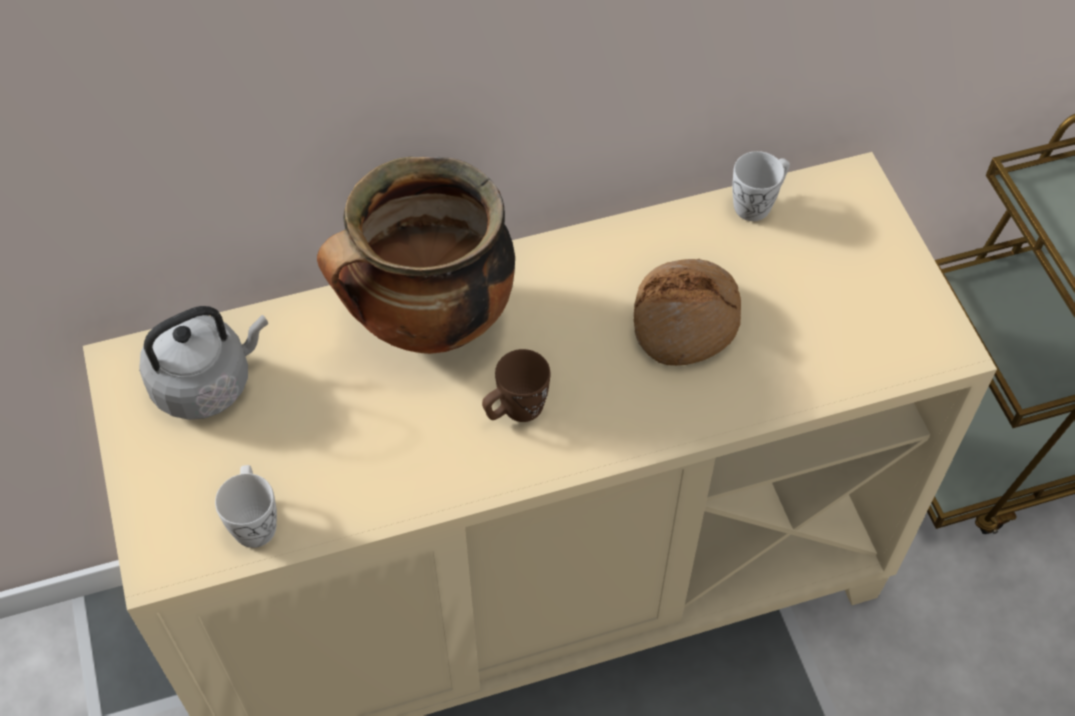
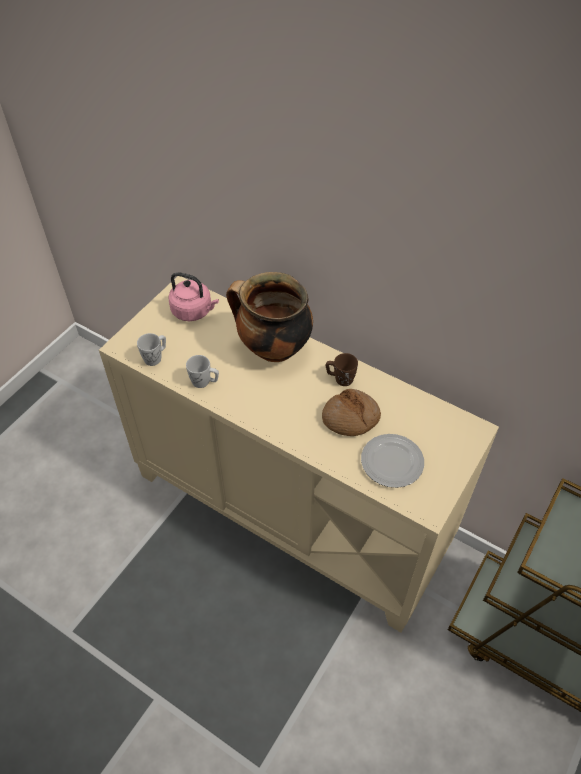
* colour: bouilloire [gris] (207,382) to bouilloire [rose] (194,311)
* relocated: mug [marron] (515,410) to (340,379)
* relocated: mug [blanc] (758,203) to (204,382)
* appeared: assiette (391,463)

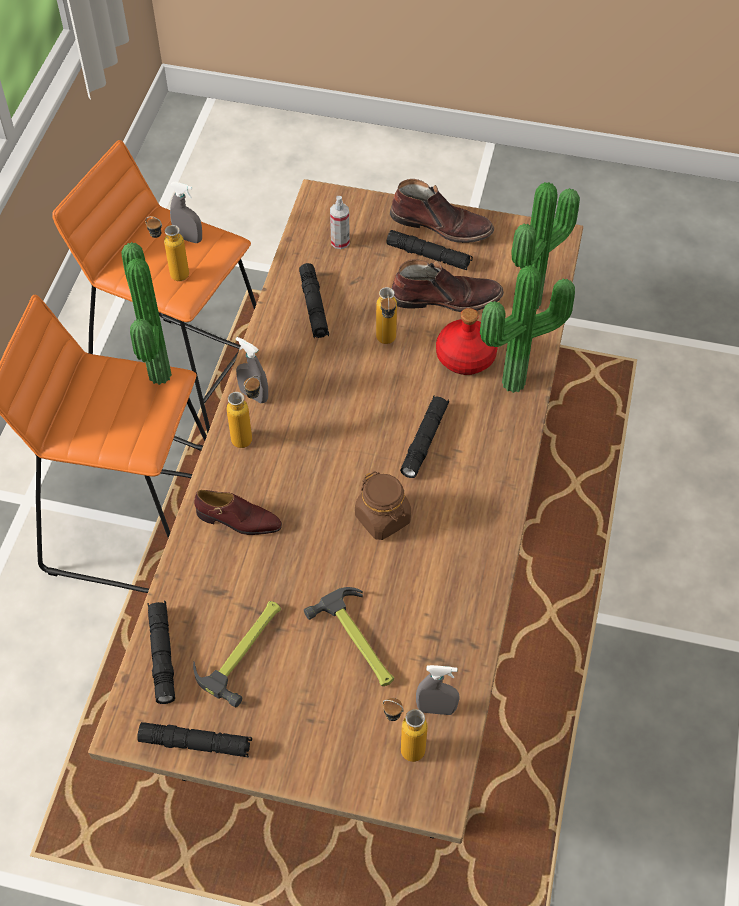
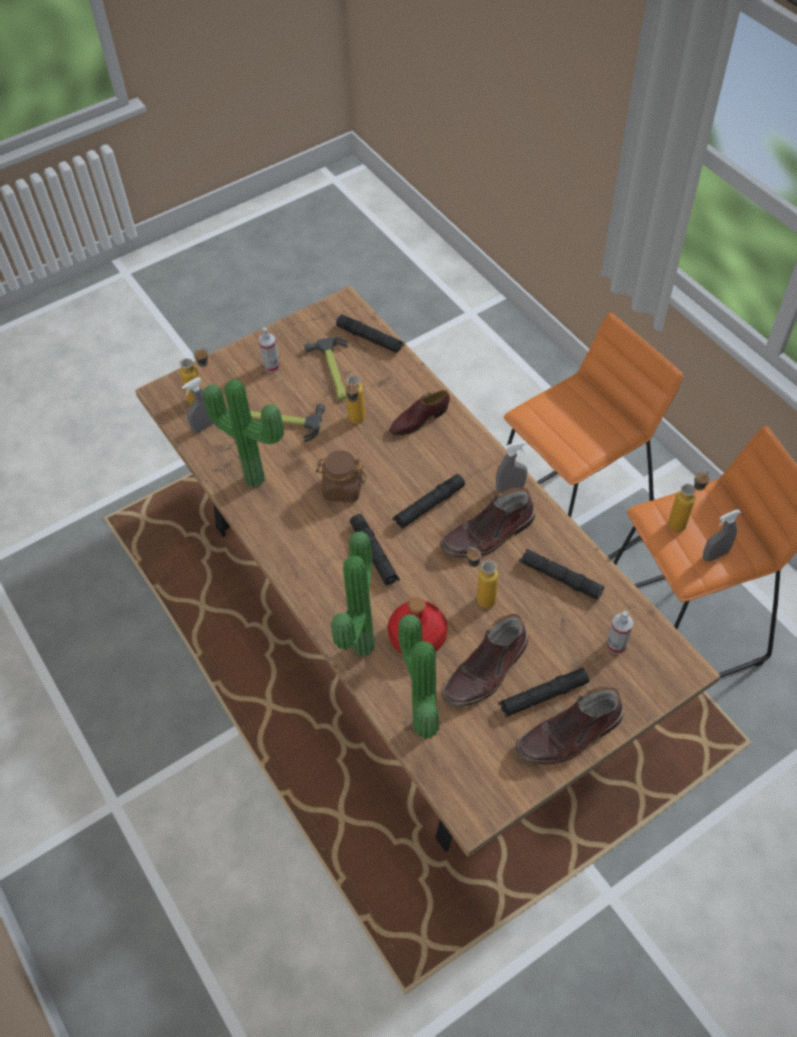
* relocated: plante en pot (155,376) to (257,476)
* relocated: lampe de poche [noir] (196,743) to (429,505)
* relocated: bouteille (249,435) to (356,423)
* appeared: vaporisateur (271,366)
* appeared: botte [marron] (488,534)

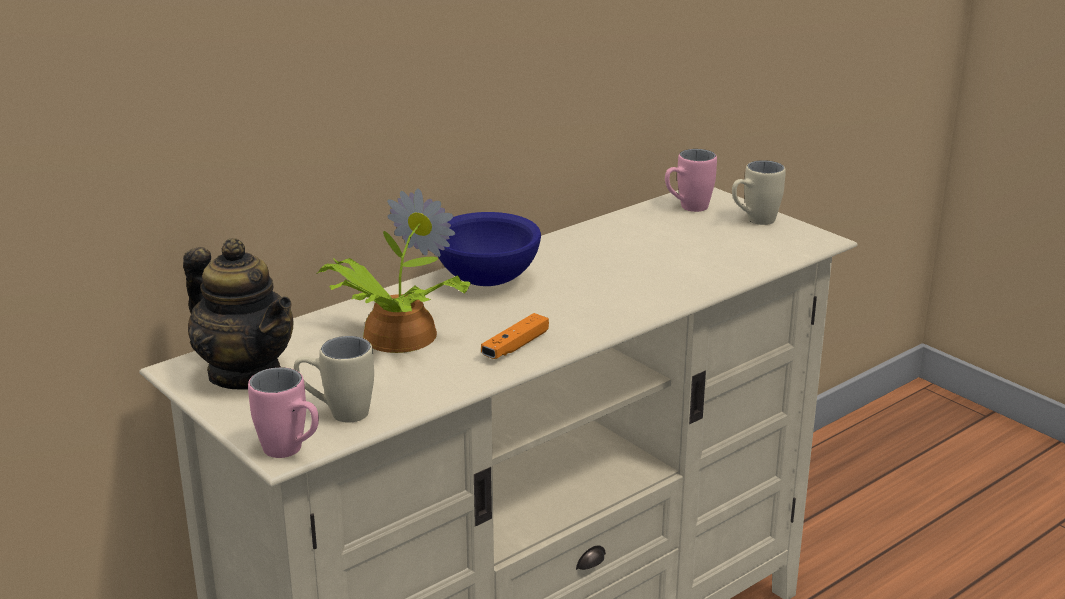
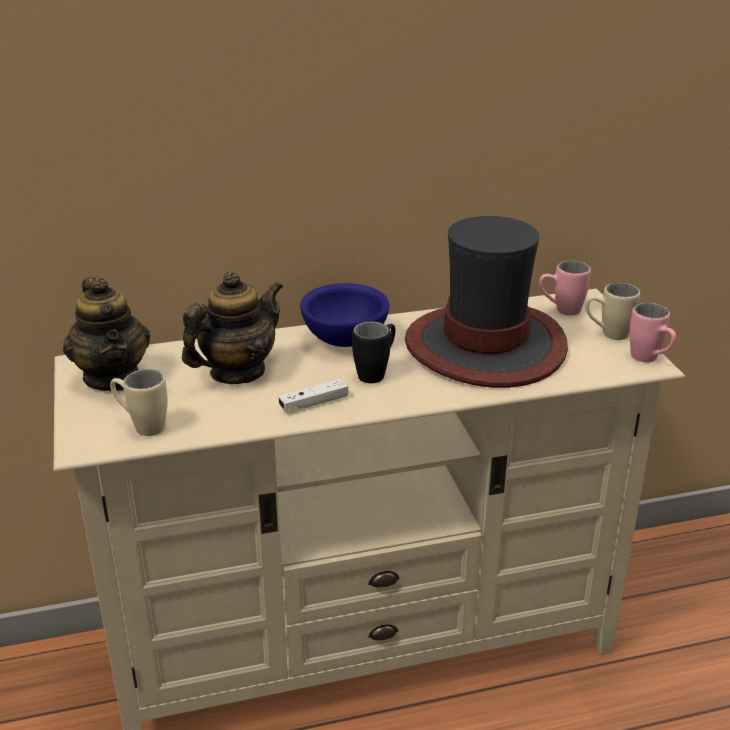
* relocated: mug [rose] (291,452) to (649,360)
* exchanged: plante en pot (395,336) to théière (237,372)
* colour: manette [orange] (515,346) to manette [blanc] (314,403)
* appeared: mug [noir] (376,372)
* appeared: chapeau (486,346)

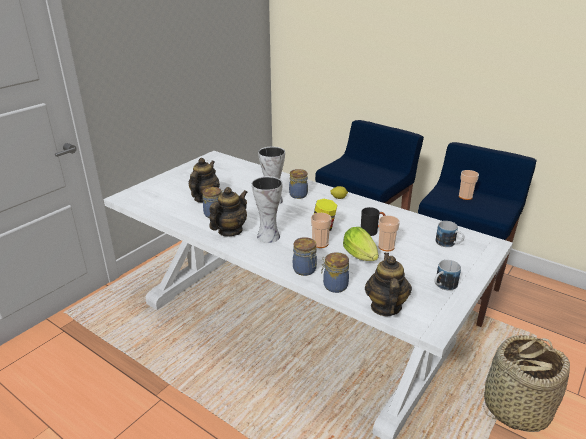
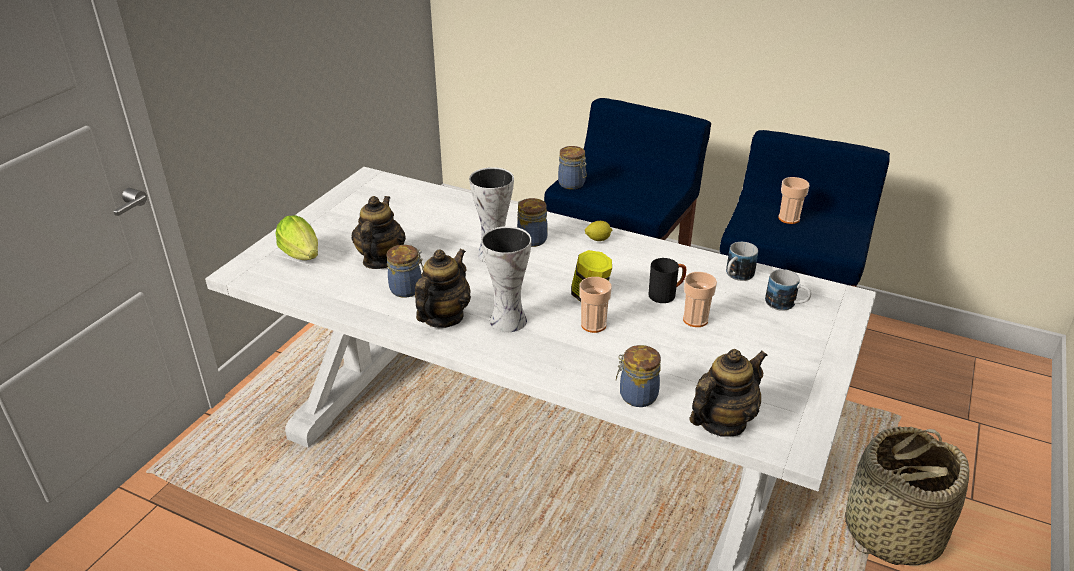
* relocated: bocal (305,270) to (572,184)
* relocated: laitue (361,257) to (303,257)
* spun: théière (385,307) = (722,422) 60 degrees clockwise
* relocated: mug (443,286) to (736,276)

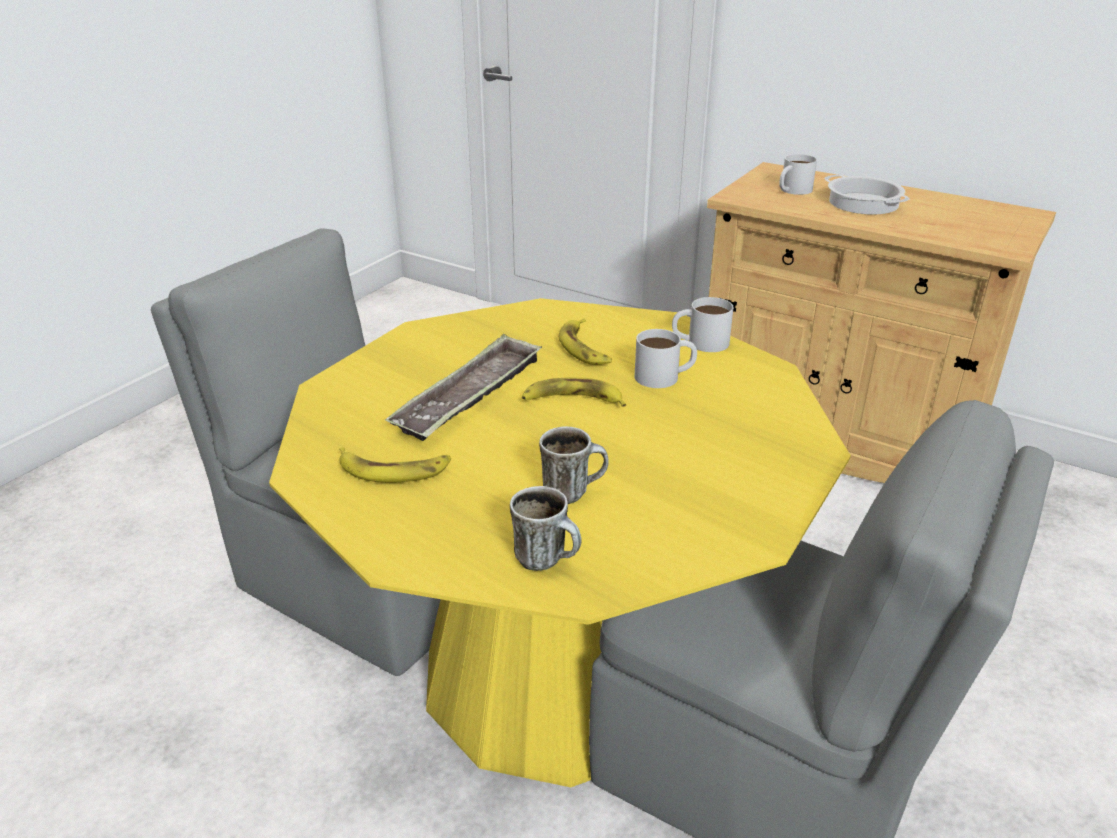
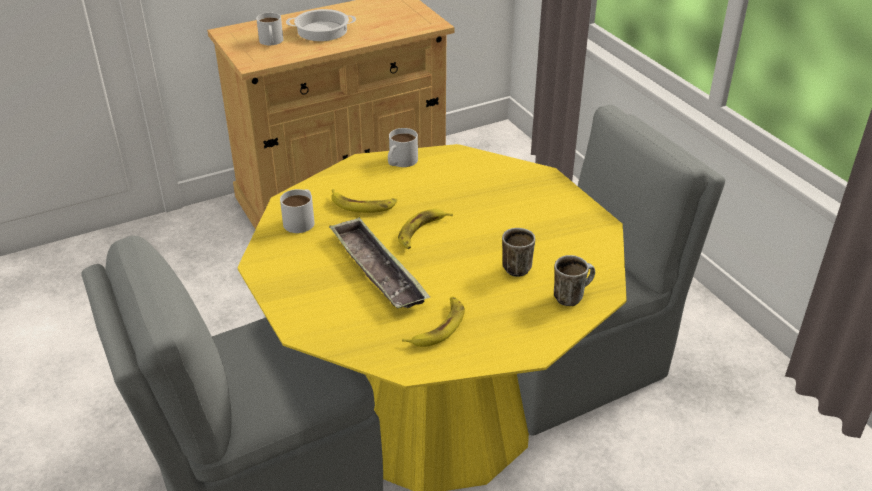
* relocated: mug [blanc] (665,376) to (301,220)

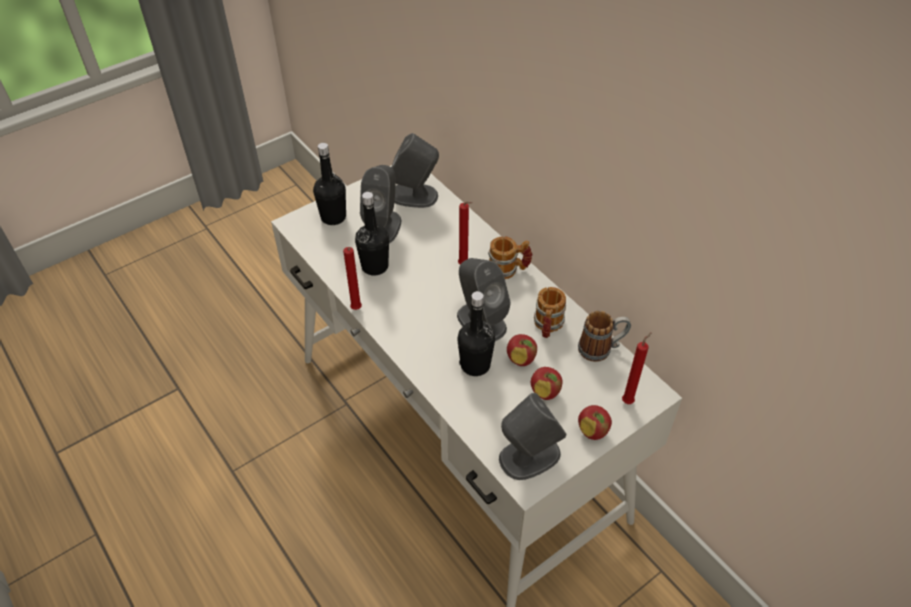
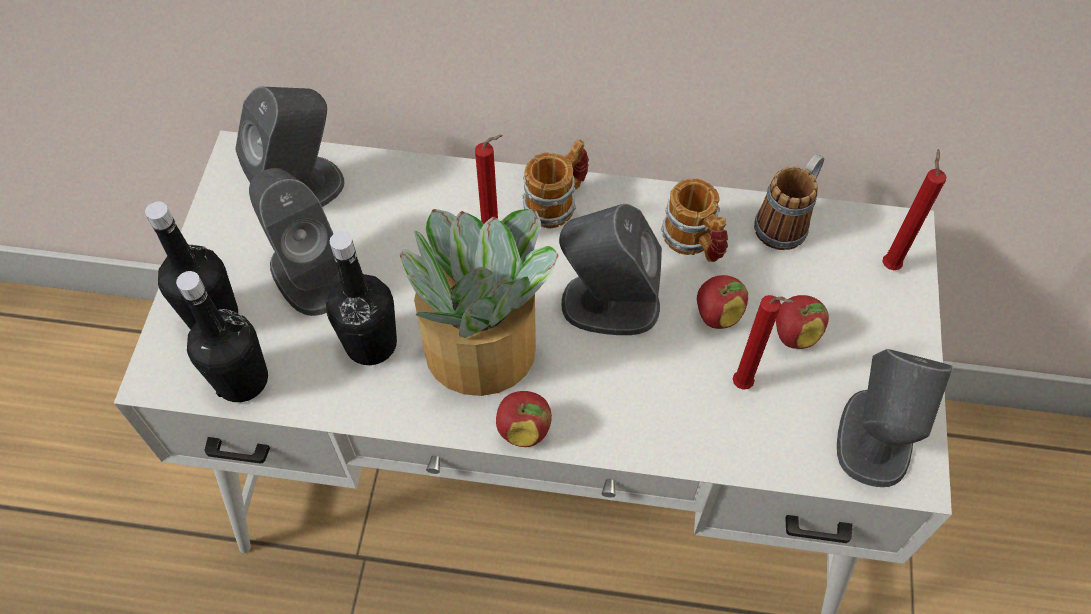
* relocated: bougie [rouge] (356,310) to (745,386)
* relocated: bouteille [noir] (475,365) to (242,380)
* relocated: pomme (593,431) to (524,430)
* appeared: plante en pot (483,351)

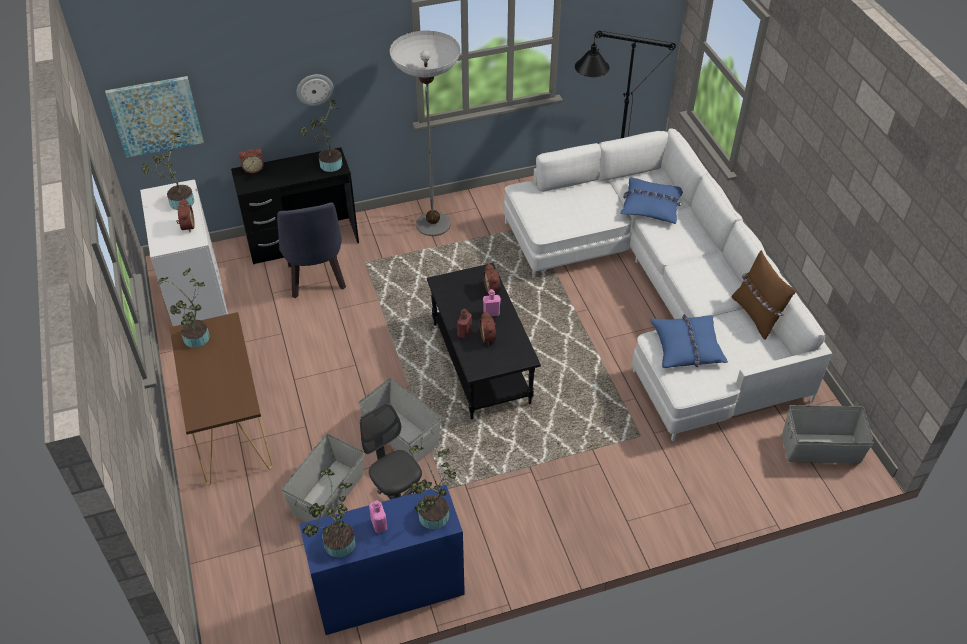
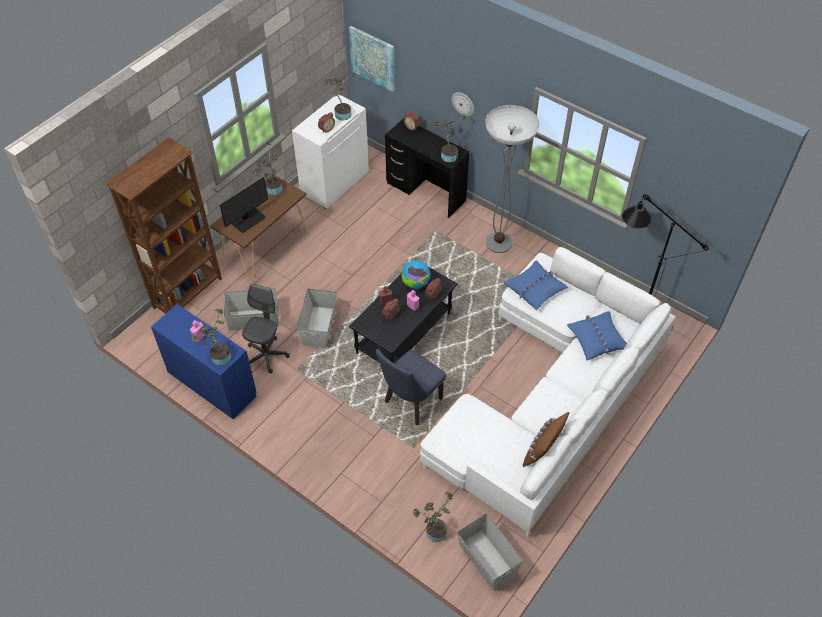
* relocated: chaise [bleu] (317,281) to (410,404)
* relocated: plante en pot (337,546) to (433,532)
* relocated: coussin [bleu] (687,347) to (535,289)
* appeared: bibliothèque [marron] (188,293)
* appeared: écran d'ordinateur (247,219)
* appeared: globe (415,284)

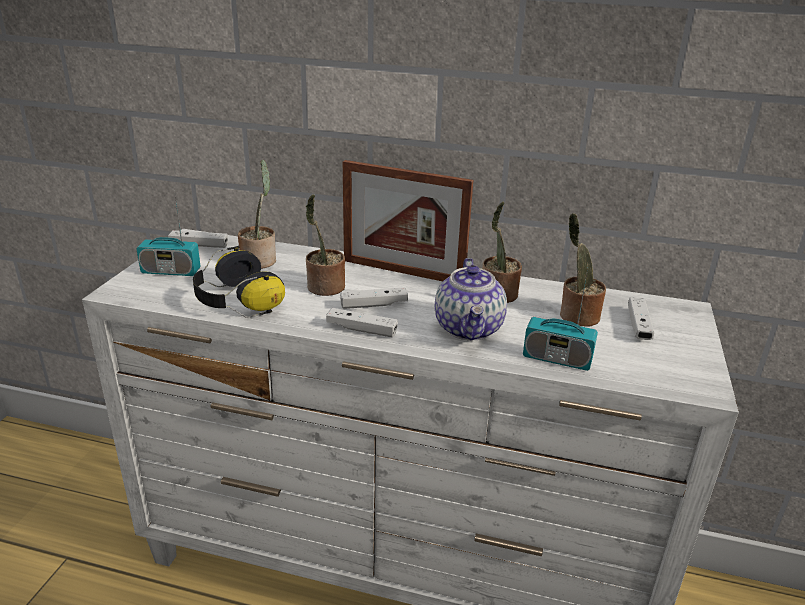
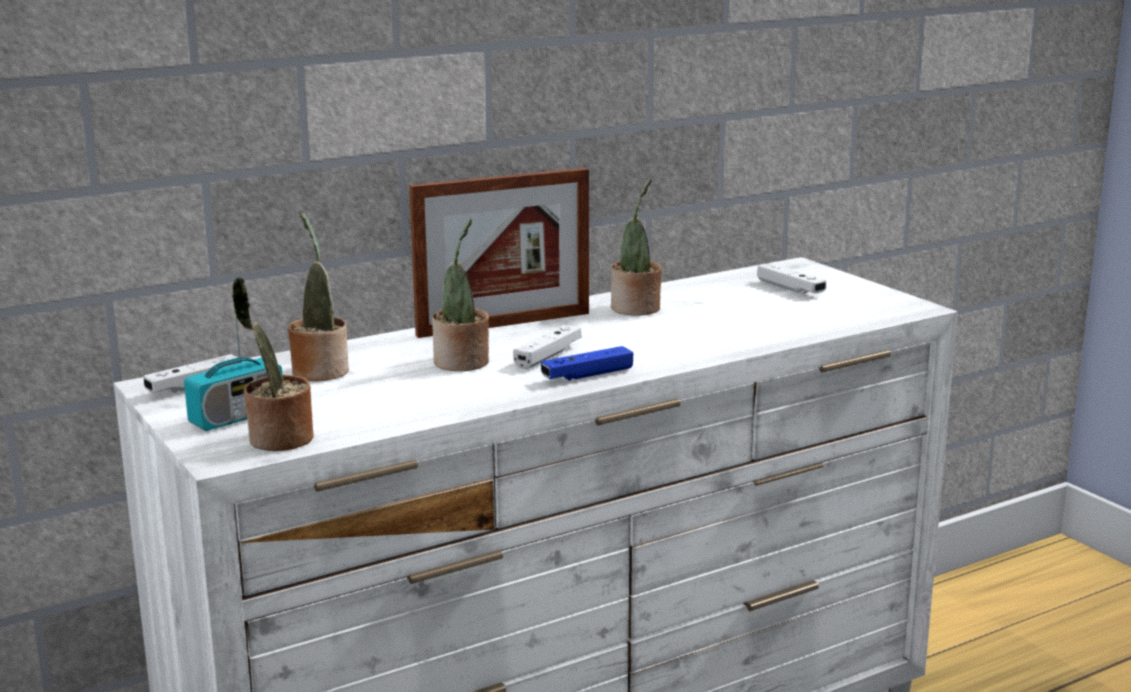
* missing: casque audio (236,301)
* colour: manette [blanc] (361,329) to manette [bleu] (587,375)
* missing: théière (469,329)
* missing: radio (557,359)
* relocated: plante en pot (576,316) to (277,440)

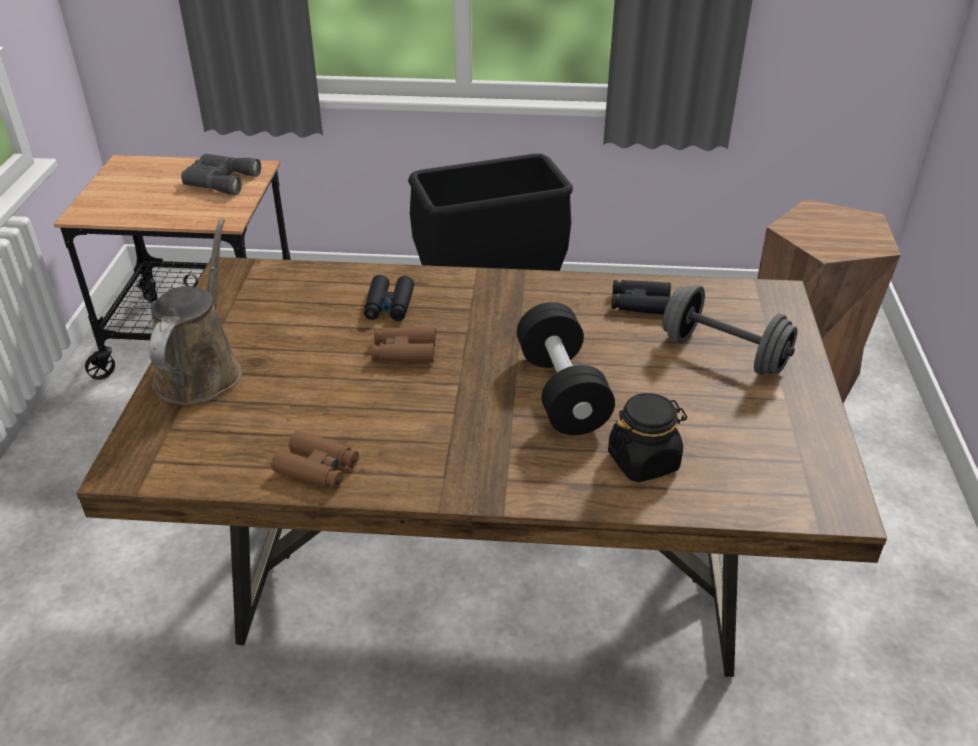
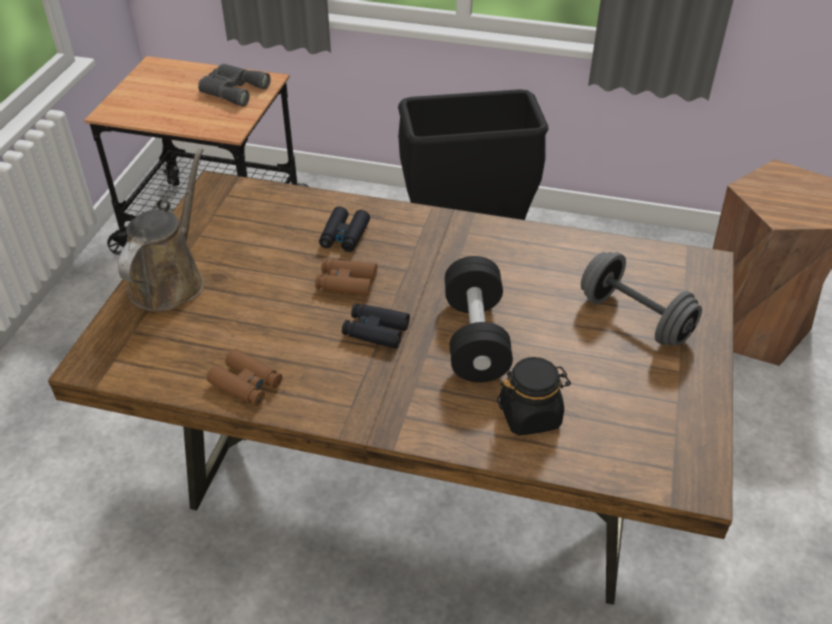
* relocated: jumelles [noir] (640,303) to (375,331)

